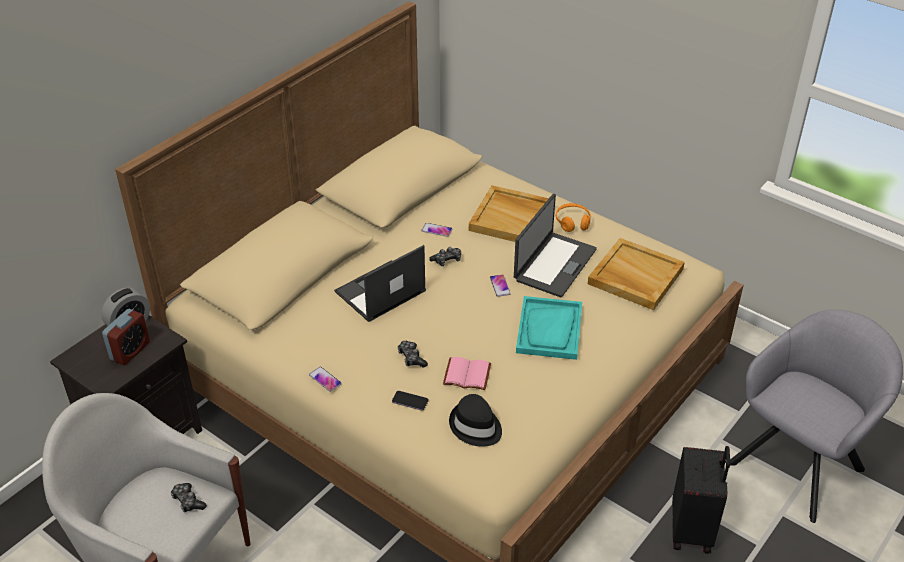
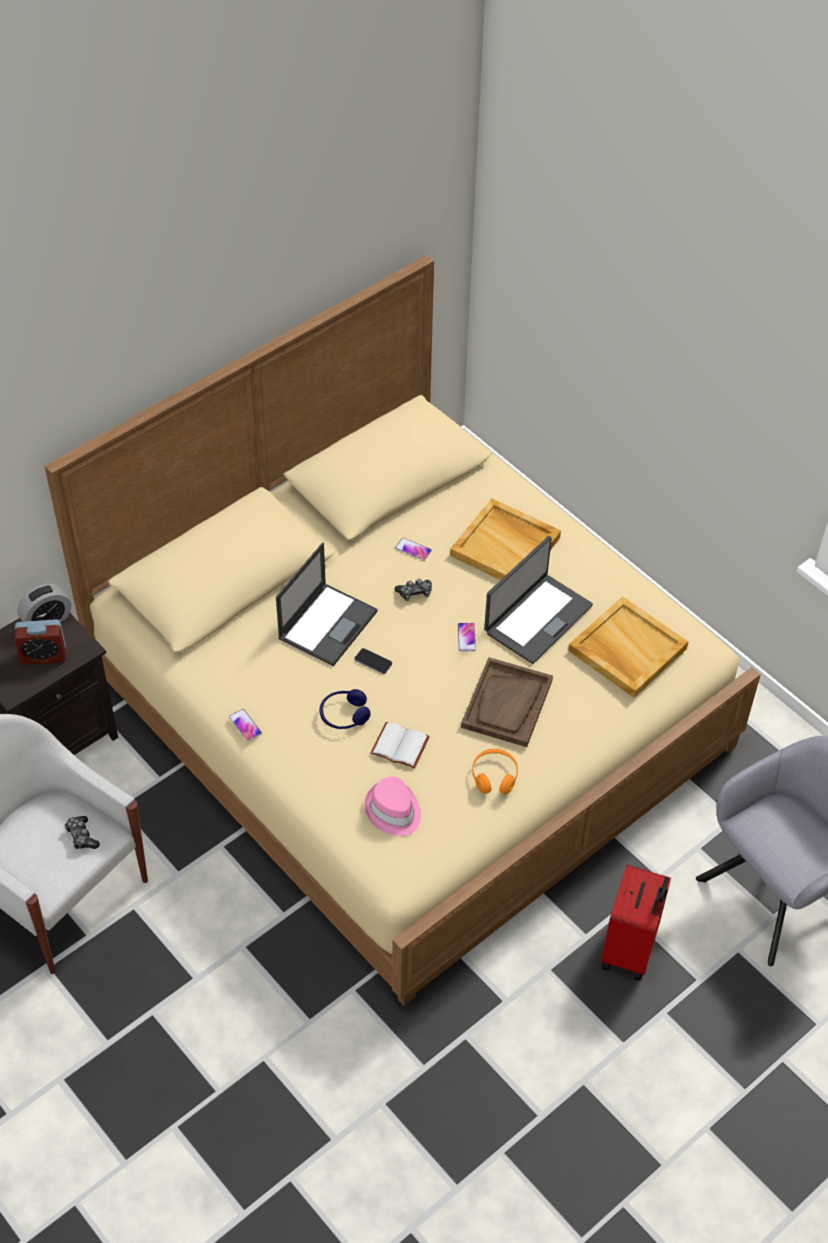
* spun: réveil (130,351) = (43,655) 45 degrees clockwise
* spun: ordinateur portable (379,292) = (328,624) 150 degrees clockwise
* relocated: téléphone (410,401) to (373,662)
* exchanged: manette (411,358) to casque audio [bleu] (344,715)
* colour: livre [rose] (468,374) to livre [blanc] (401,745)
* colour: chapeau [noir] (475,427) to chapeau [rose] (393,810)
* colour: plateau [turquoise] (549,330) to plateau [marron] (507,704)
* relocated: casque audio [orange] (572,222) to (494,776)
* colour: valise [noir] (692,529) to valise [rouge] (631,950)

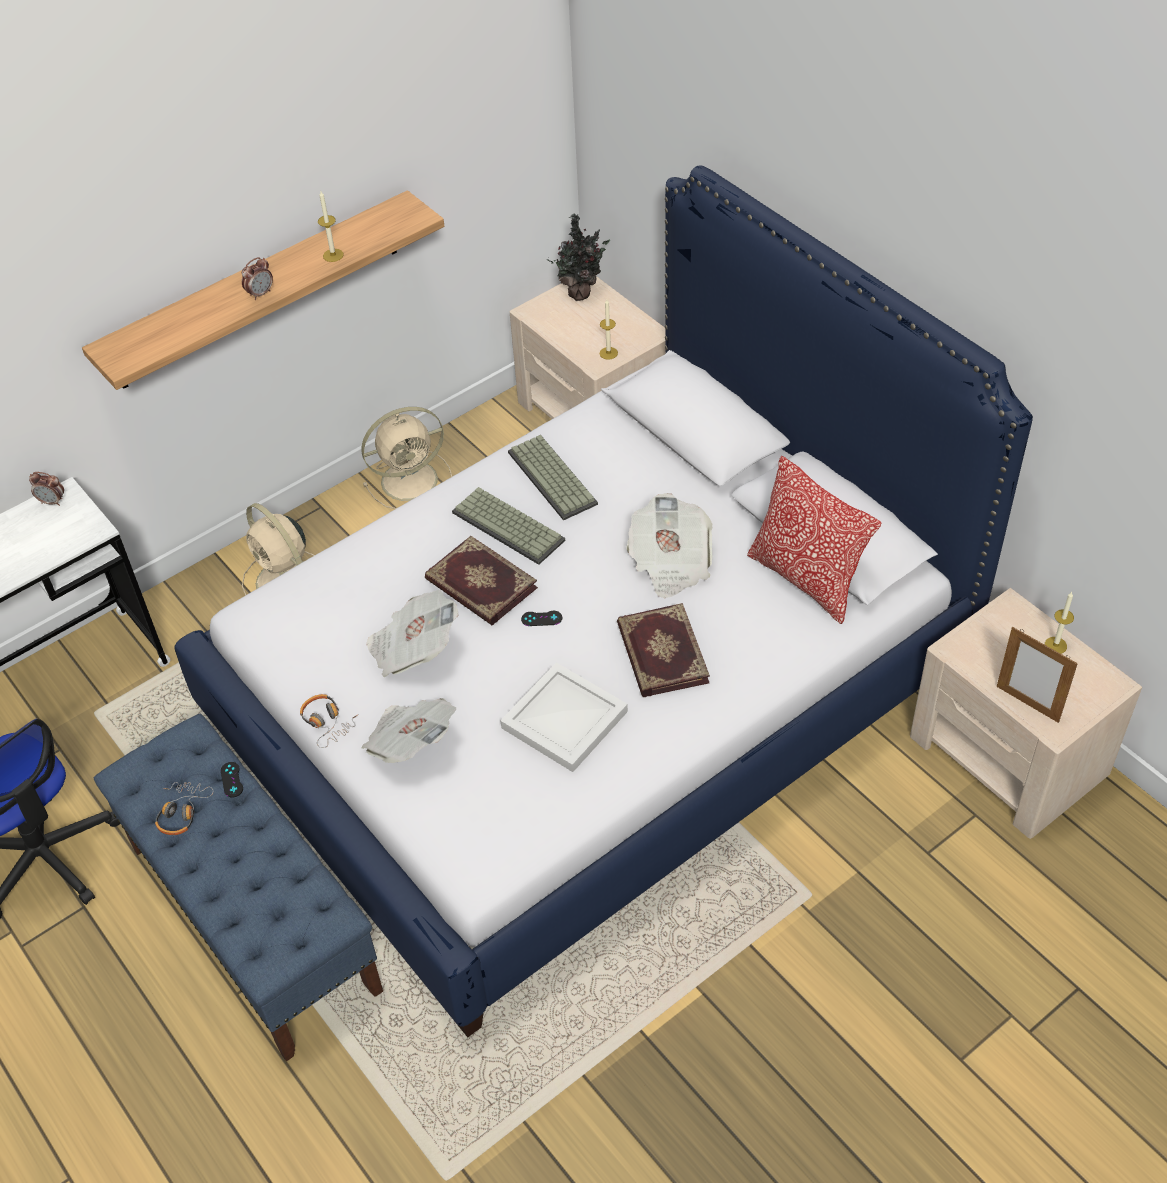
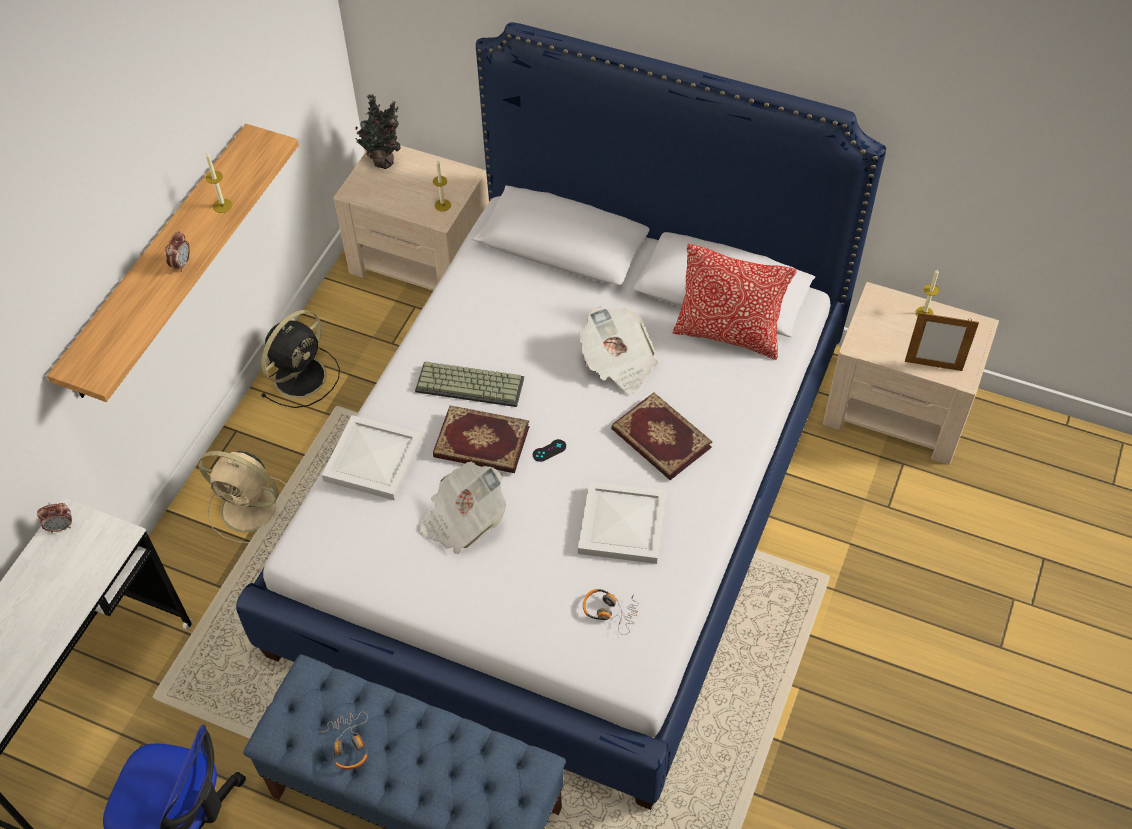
* missing: manette [noir] (232,780)
* relocated: casque audio (327,723) to (610,611)
* colour: ventilateur [beige] (412,480) to ventilateur [noir] (301,375)
* missing: journal (411,743)
* missing: clavier (554,478)
* appeared: plateau [blanc] (375,459)

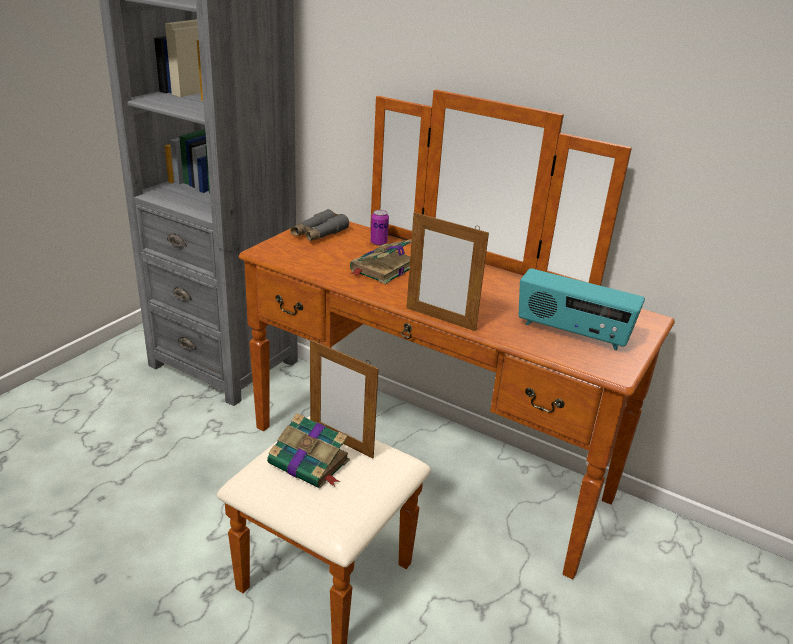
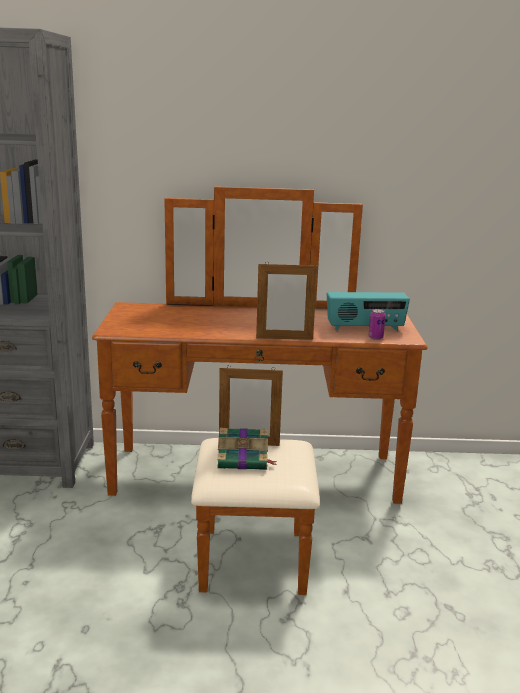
* missing: jumelles [gris] (319,234)
* missing: livre (382,269)
* relocated: boîte métallique (378,243) to (375,337)

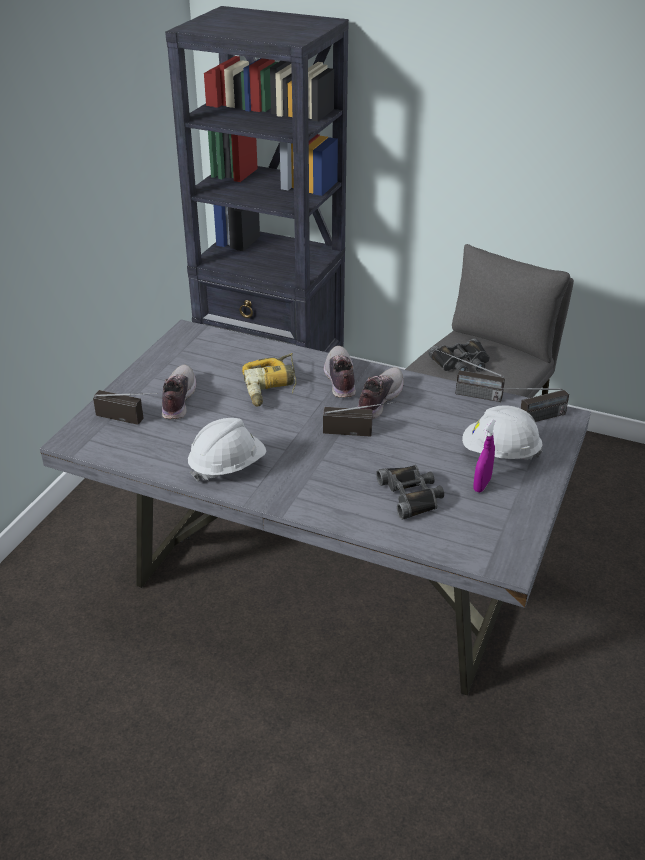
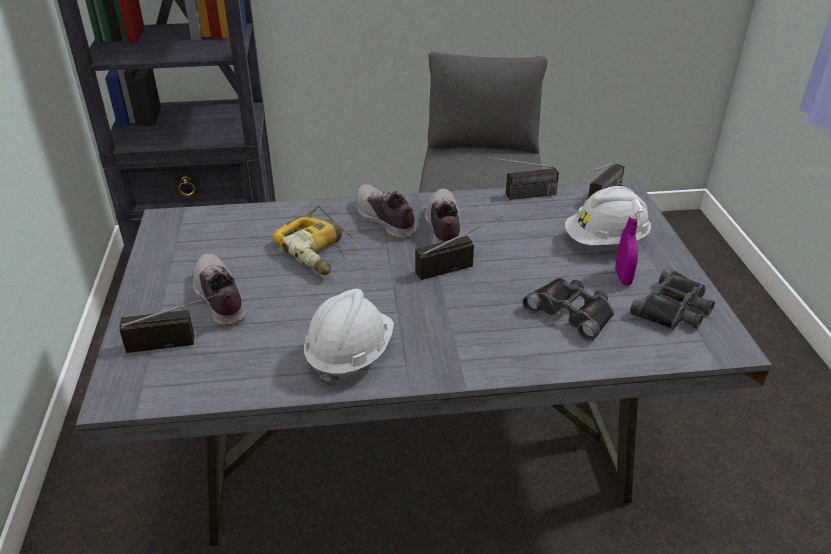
* relocated: jumelles [noir] (461,362) to (673,308)

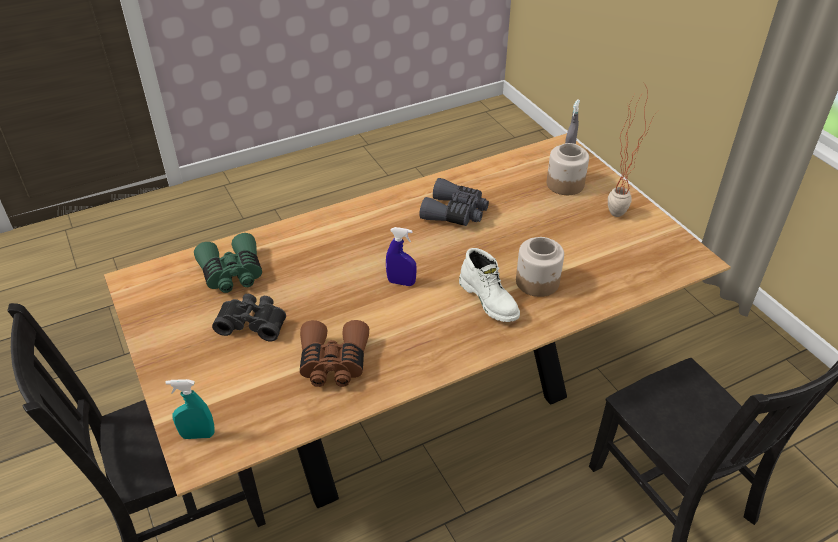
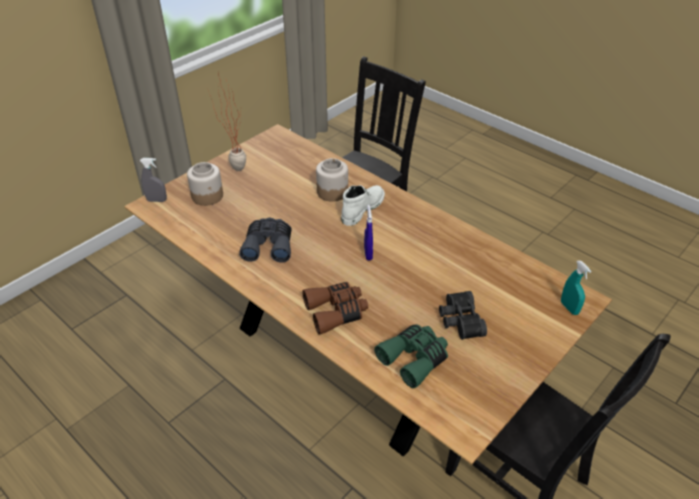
* relocated: jumelles [marron] (333,363) to (336,312)

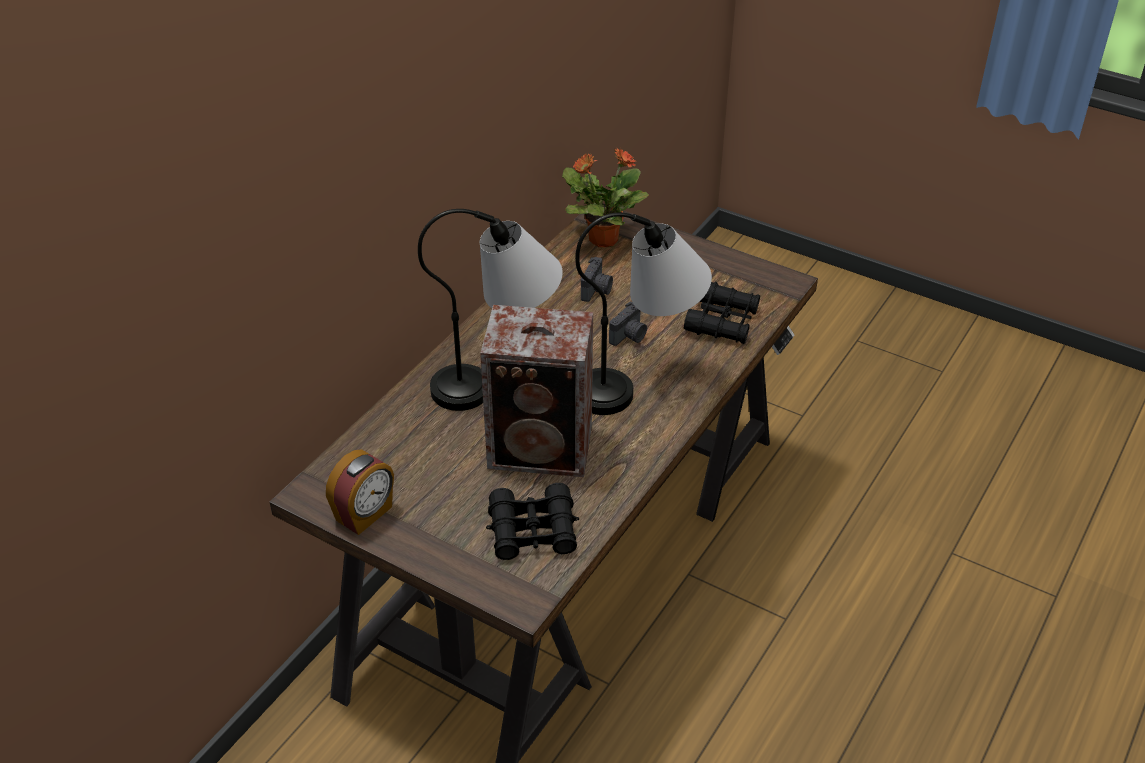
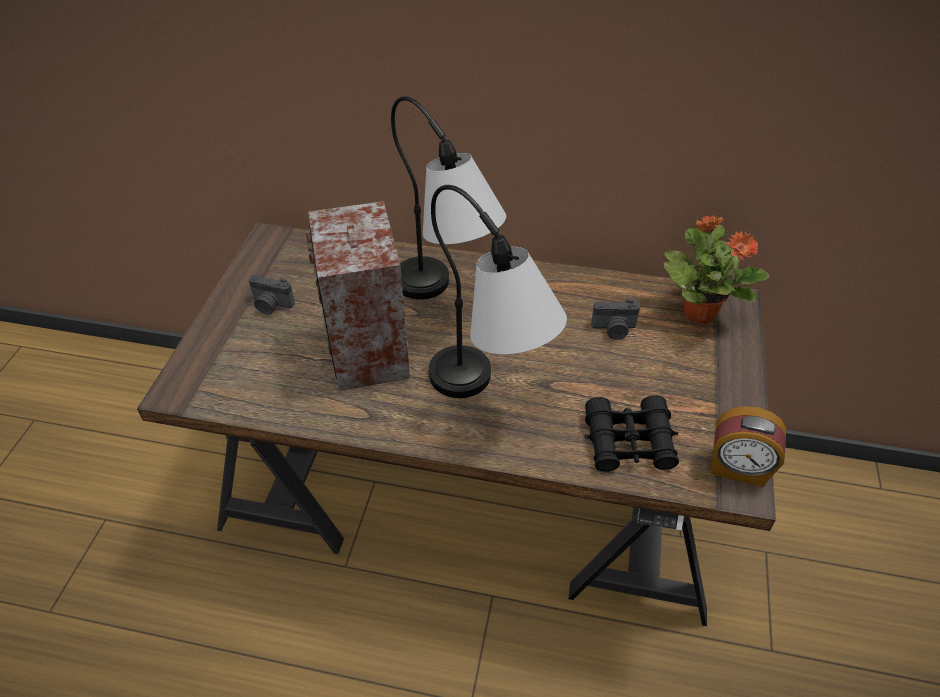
* relocated: réveil (365,514) to (738,468)
* missing: jumelles [noir] (533,531)
* relocated: appareil photo (629,336) to (271,305)

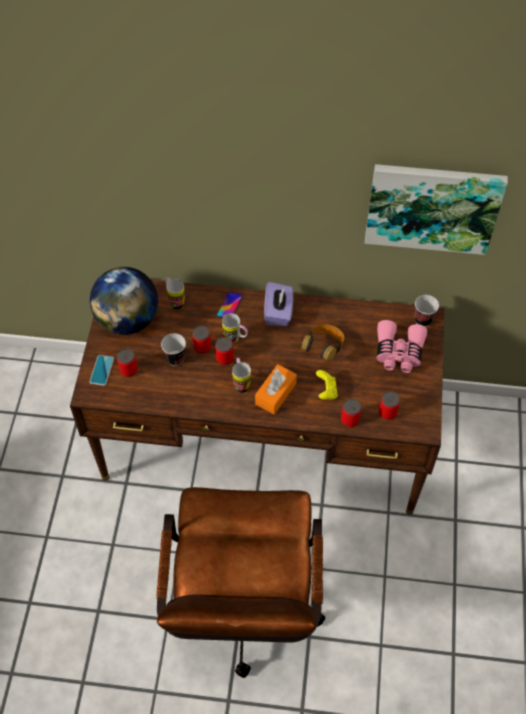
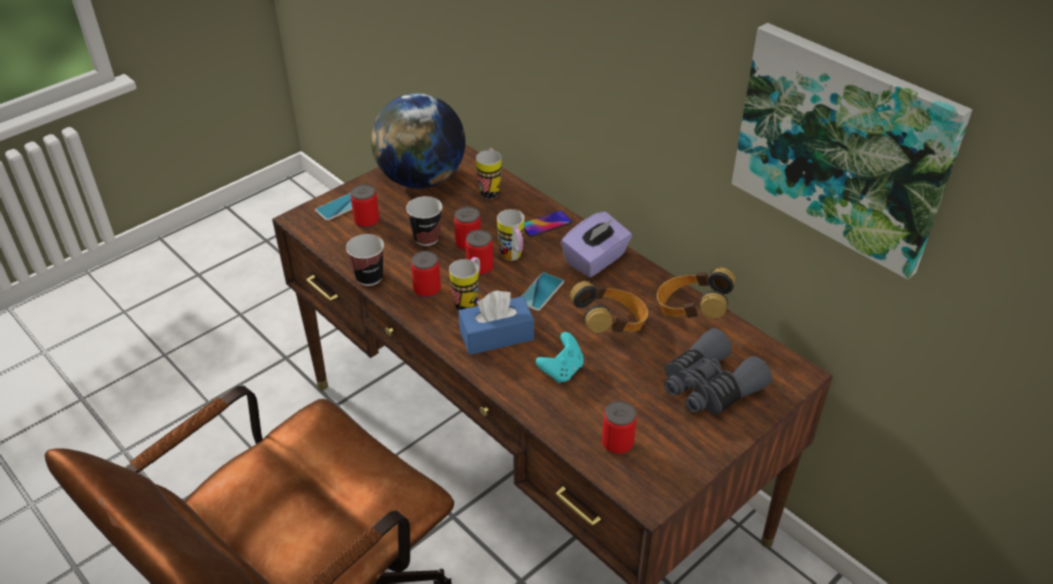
* colour: boîte à mouchoirs [orange] (275,394) to boîte à mouchoirs [bleu] (496,335)
* colour: manette [jaune] (326,391) to manette [turquoise] (562,370)
* relocated: boîte métallique (350,420) to (427,290)
* colour: jumelles [rose] (398,352) to jumelles [gris] (709,386)
* relocated: tasse (423,320) to (369,277)
* appeared: téléphone (540,292)
* appeared: casque audio (690,311)

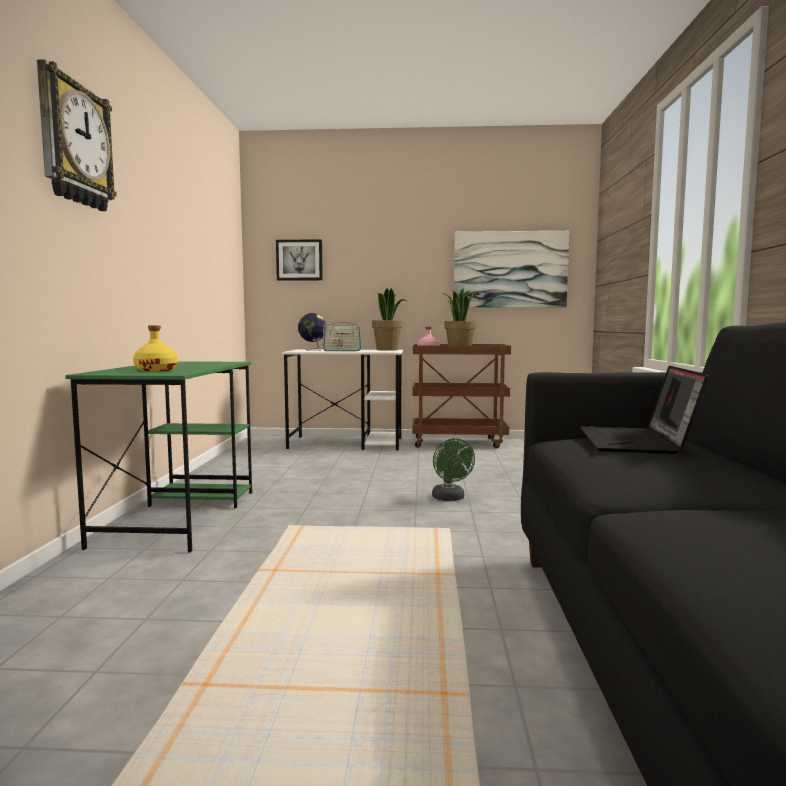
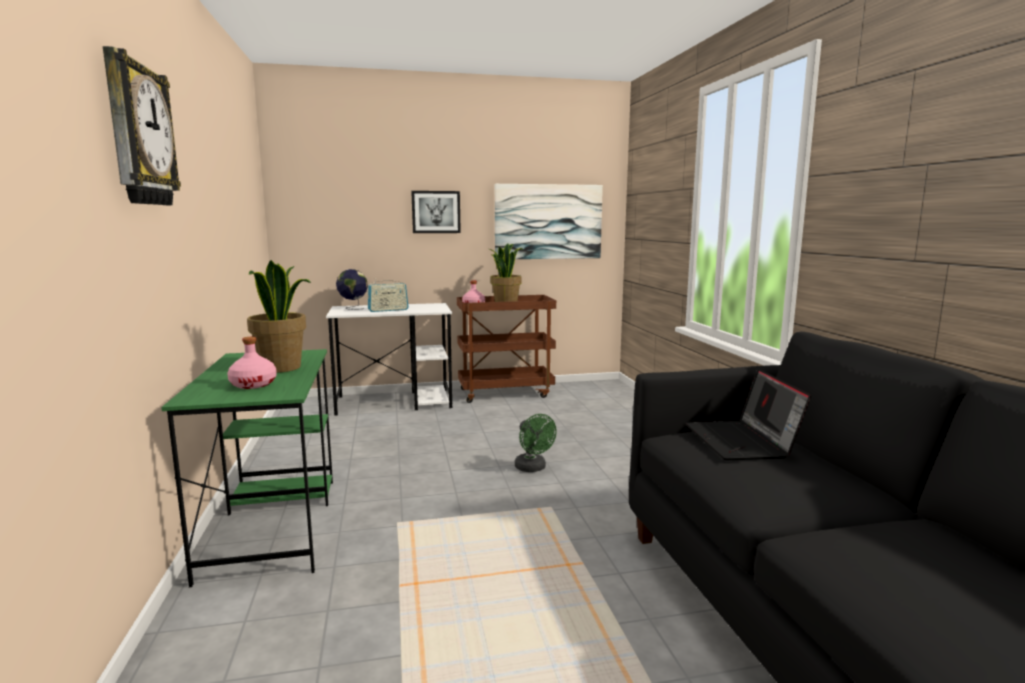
* colour: bouteille [jaune] (156,370) to bouteille [rose] (253,384)
* relocated: tableau (299,260) to (436,212)
* relocated: plante en pot (387,350) to (281,368)

